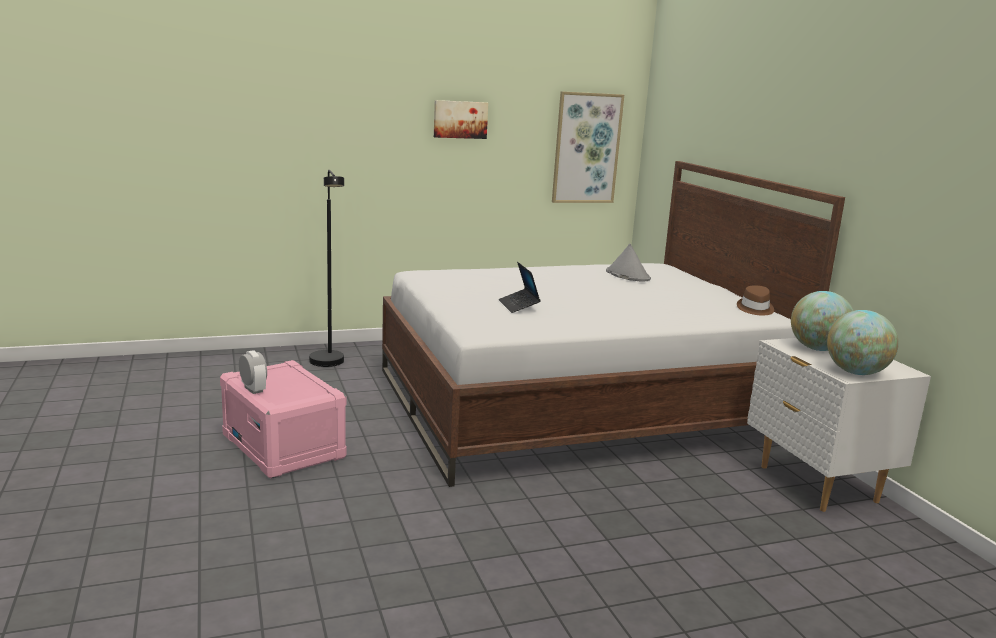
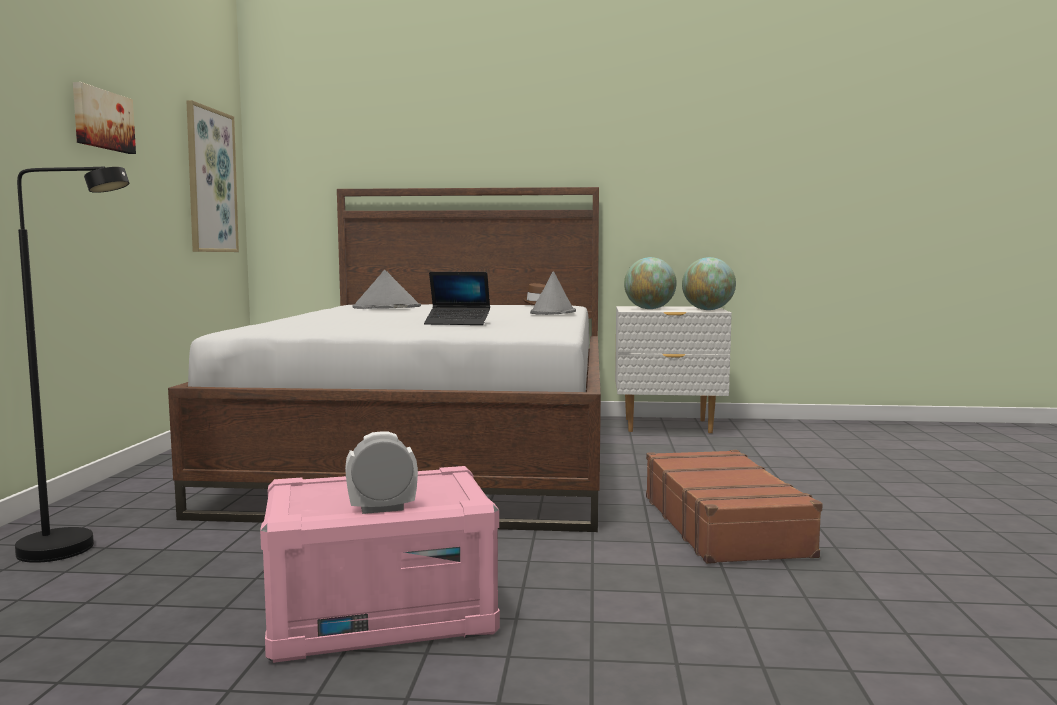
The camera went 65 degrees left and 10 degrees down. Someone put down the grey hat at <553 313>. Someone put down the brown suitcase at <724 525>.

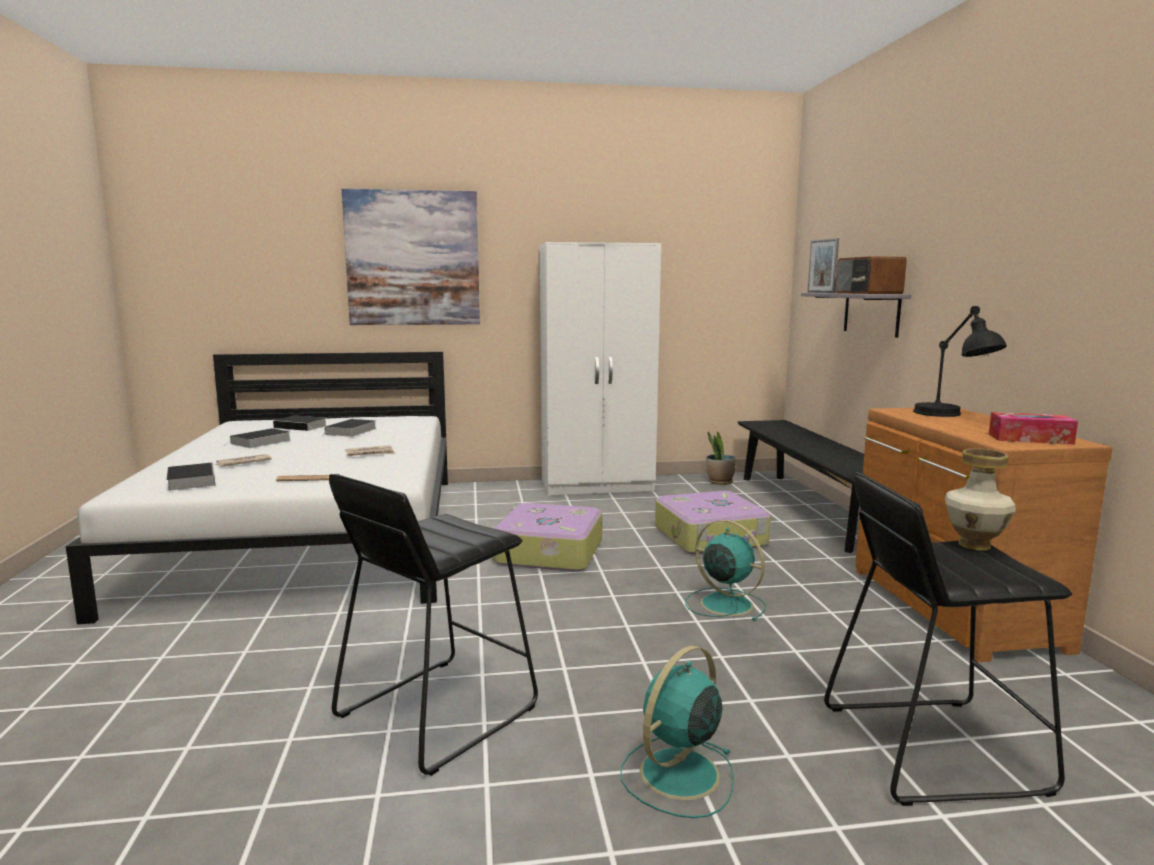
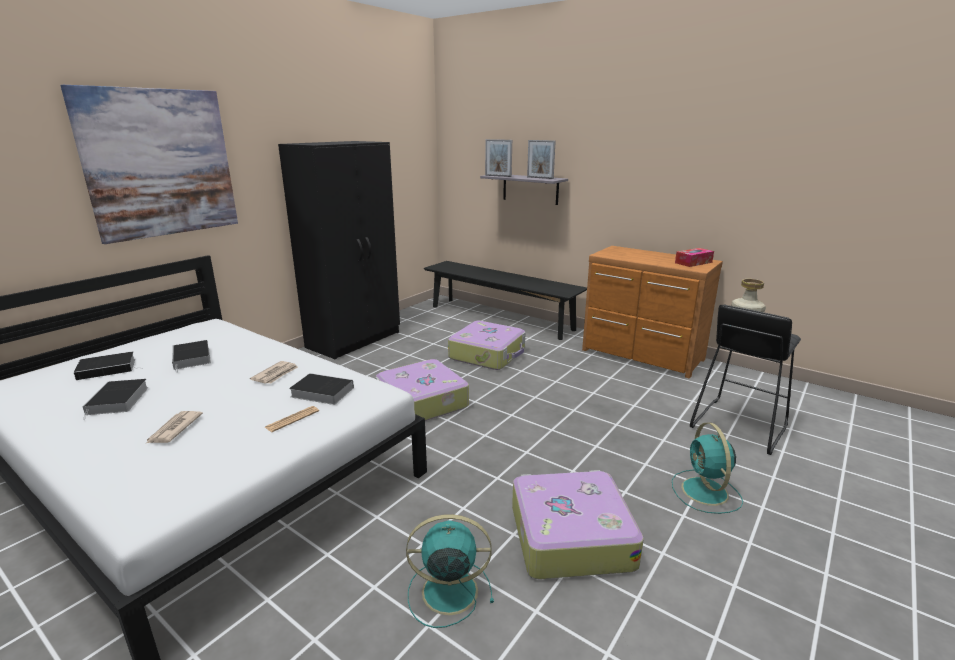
The camera went 45 degrees left and 10 degrees up. Someone took away the potted plant at <720 482>. Someone took away the black table lamp at <953 416>. Someone carried the book from <191 480> to <320 392>. Someone carried the turquoise fan from <724 603> to <447 591>. Someone swapped the black stool at <436 711> for the suitcase at <569 536>. Someone swapped the radio at <867 293> for the picture frame at <540 178>. Someone repainted the white wardrobe at <598 486>, which became the black wardrobe at <355 340>.

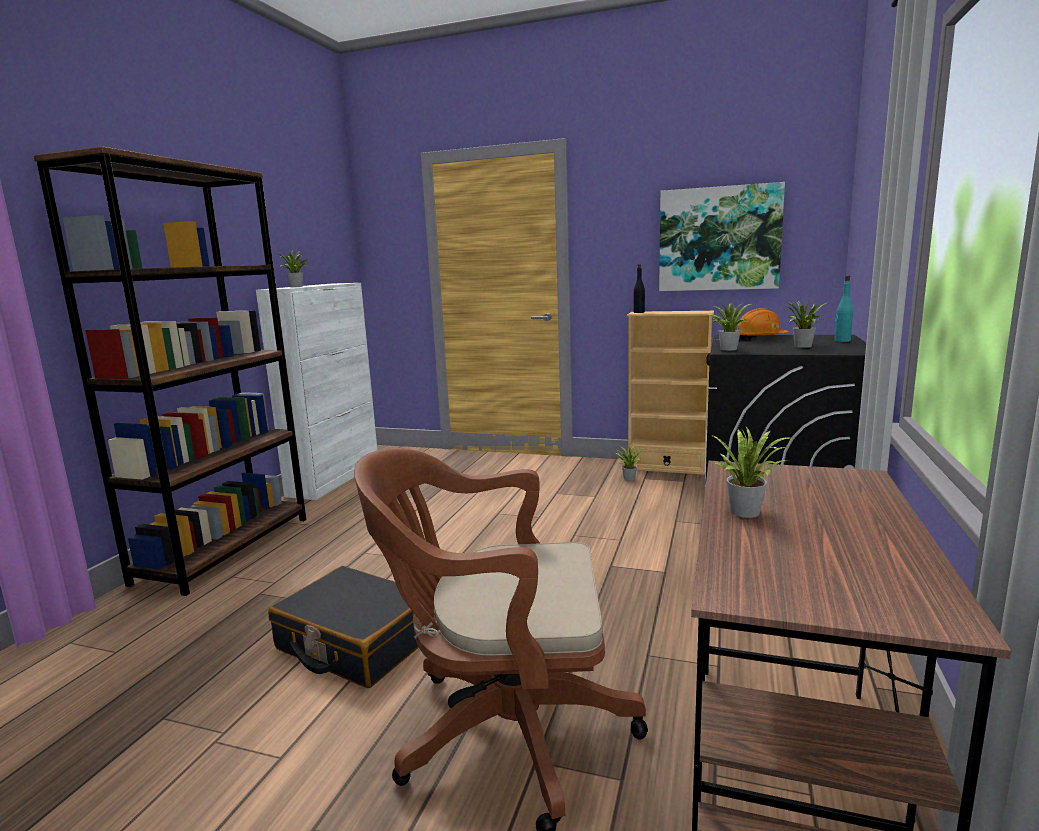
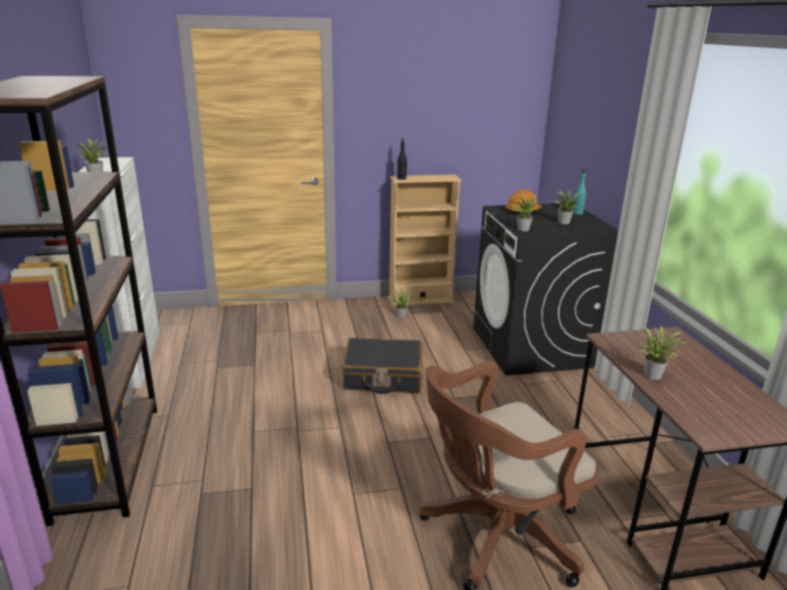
The camera went 30 degrees left and 10 degrees up. Someone took away the picture at <719 239>. Someone carried the black suitcase from <355 642> to <383 377>.

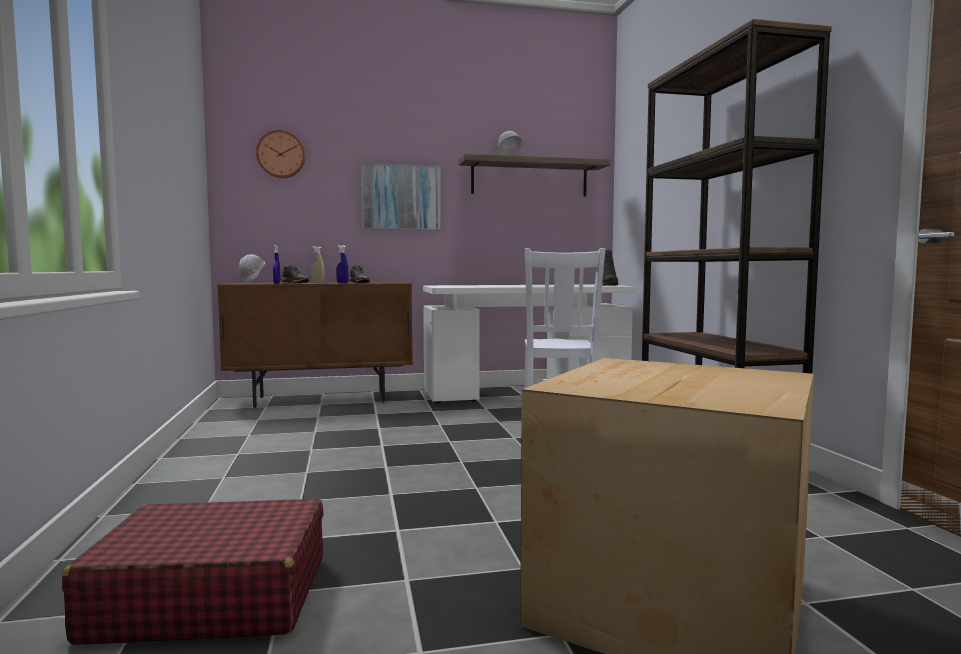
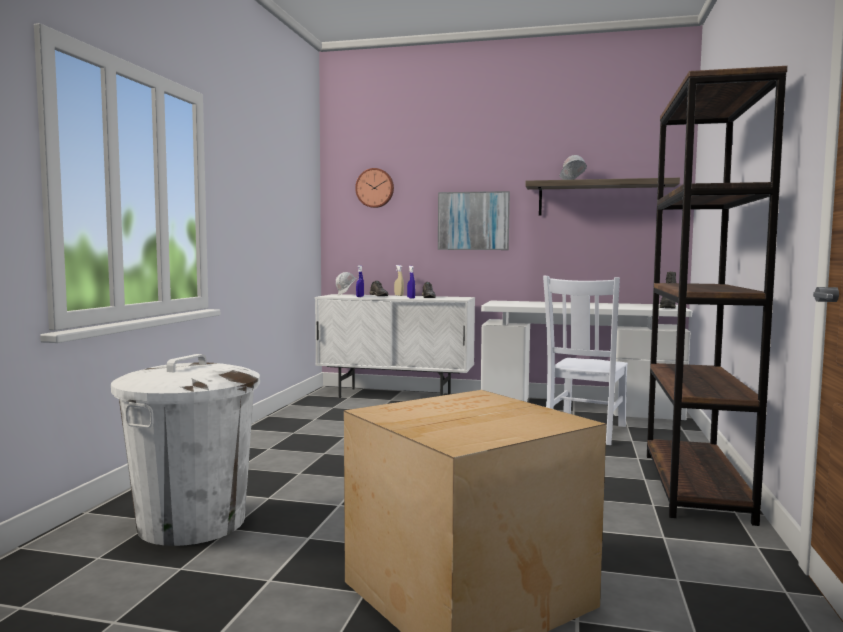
The camera went 25 degrees right and 0 degrees up. Someone swapped the red suitcase at <210 597> for the white trash can at <191 523>. Someone repainted the brown cabinet at <322 400>, which became the white cabinet at <395 396>.

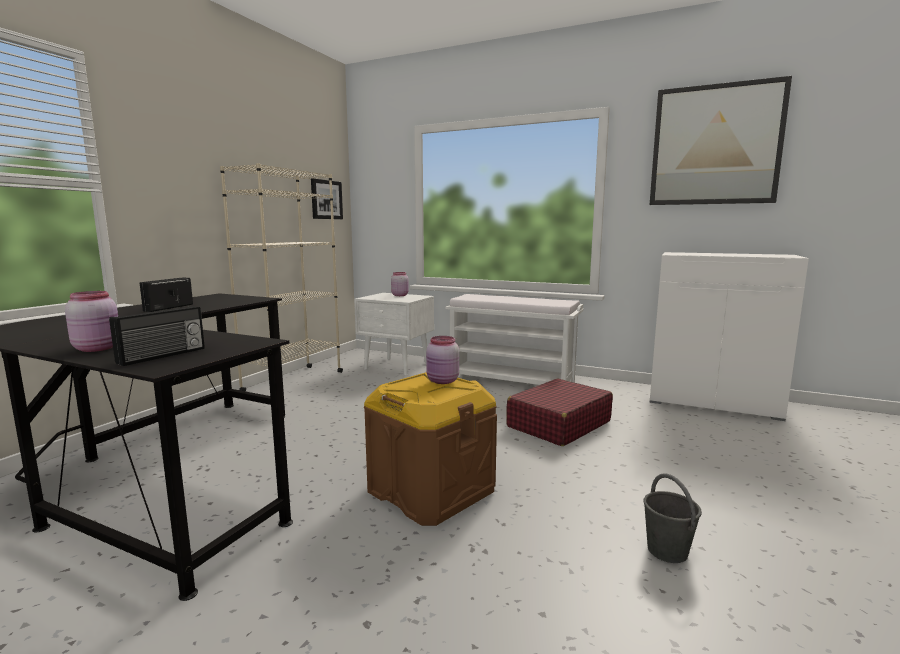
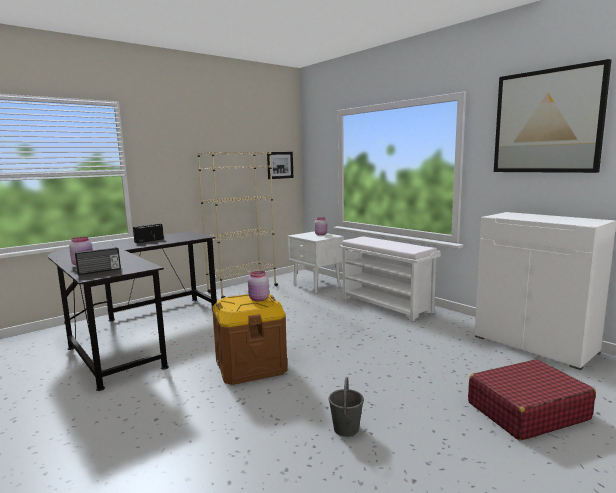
The camera went 25 degrees right and 0 degrees up. Someone carried the red suitcase from <558 424> to <526 411>.

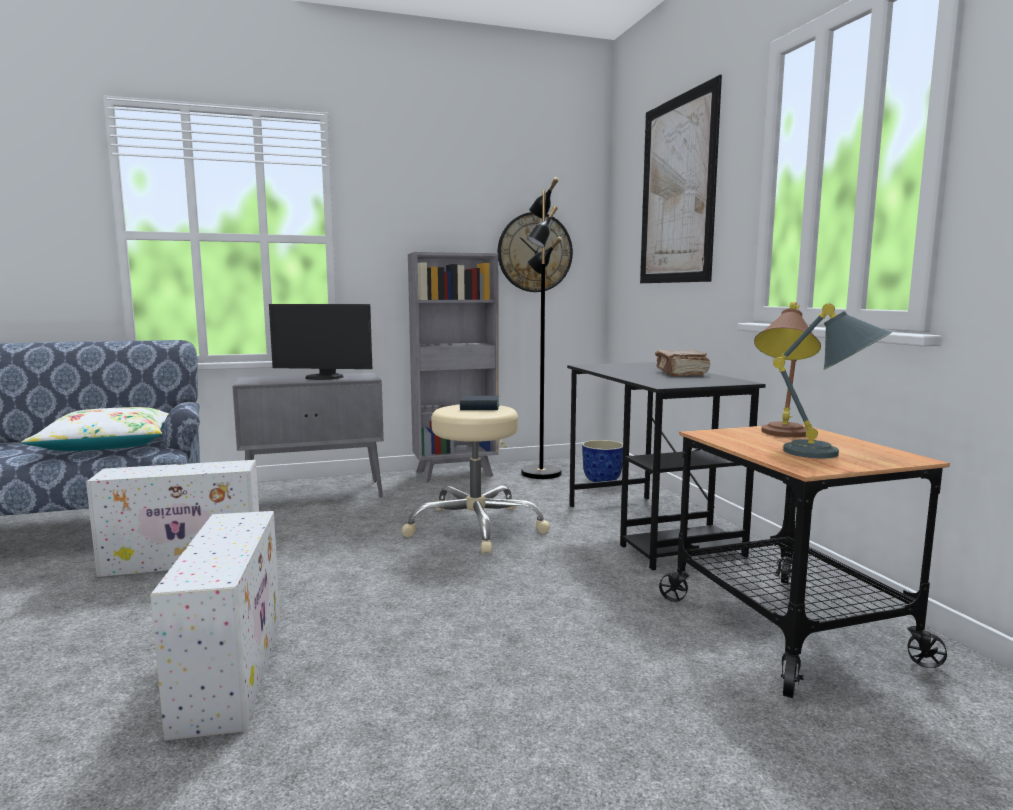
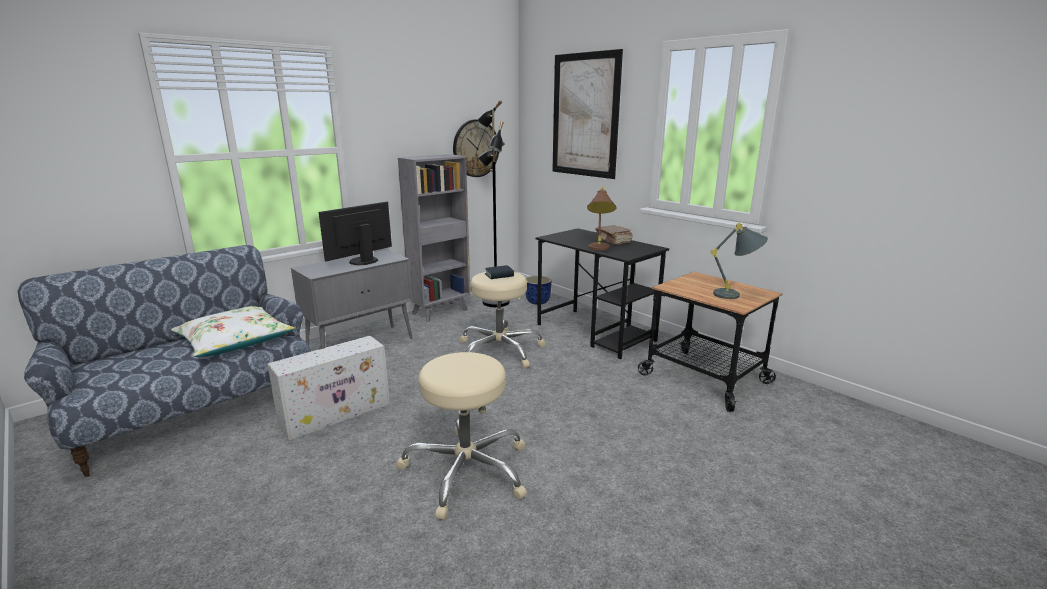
The camera went 25 degrees left and 10 degrees up. Someone carried the brown table lamp from <781 435> to <598 249>. Someone swapped the white storage box at <231 669> for the beige stool at <467 471>. Someone rotated the monitor at <323 378> by 150 degrees clockwise.

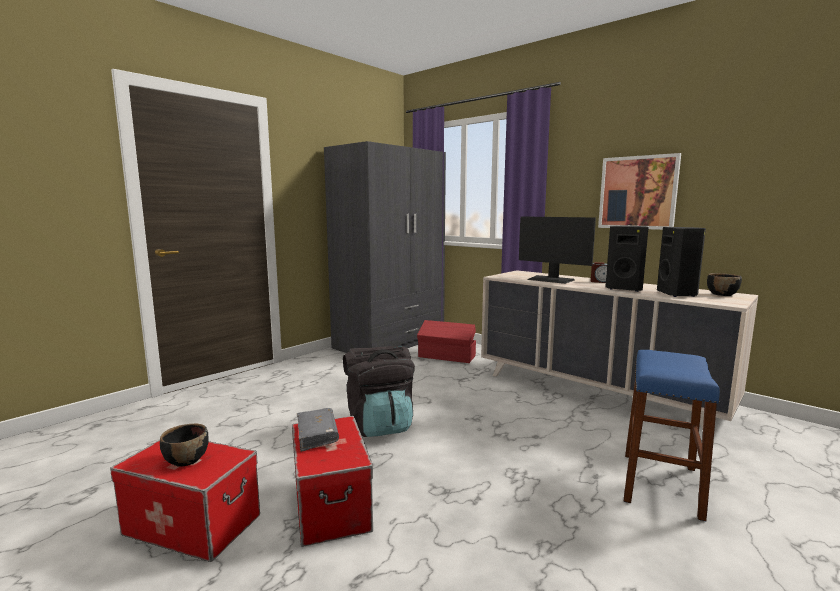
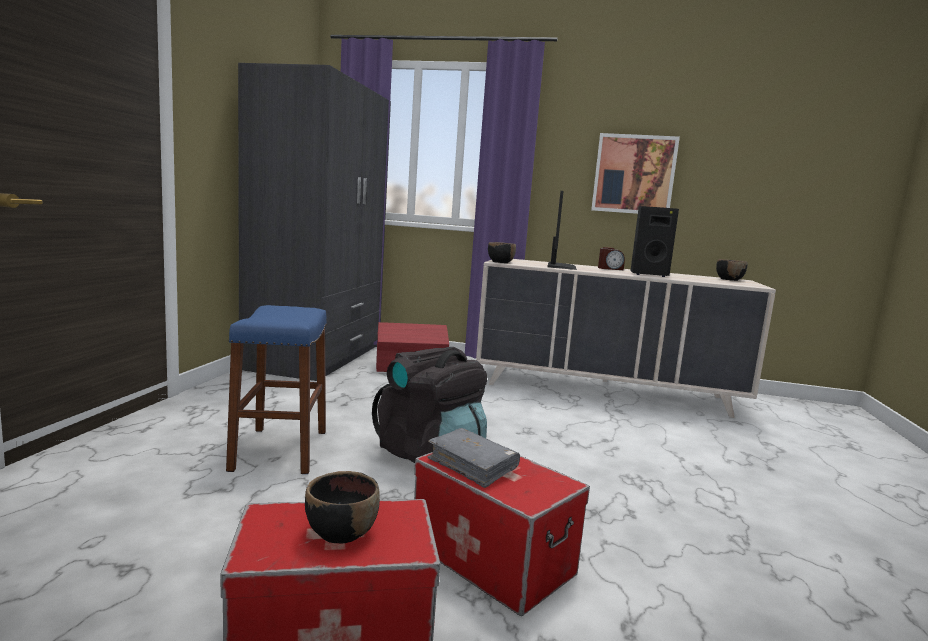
The camera went 30 degrees left and 0 degrees up. Someone took away the black speaker at <678 294>. Someone put down the black bowl at <500 262>. Someone carried the blue stool from <660 484> to <280 450>. Someone rotated the monitor at <551 279> by 90 degrees counterclockwise.

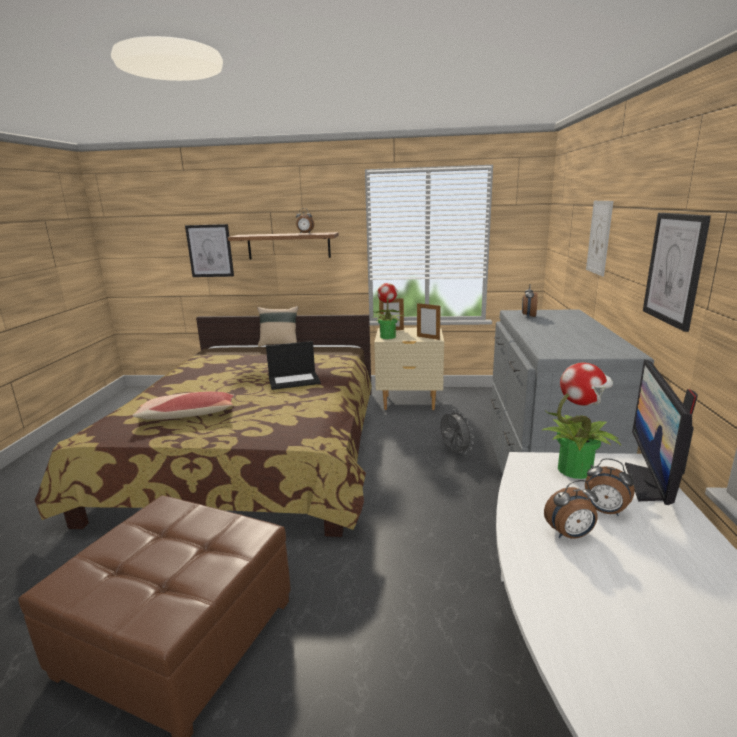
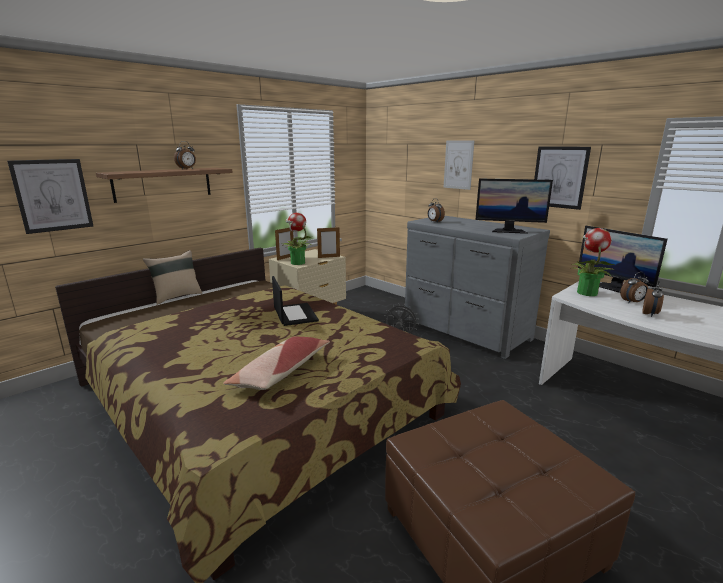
The camera went 50 degrees left and 0 degrees up. Someone put down the monitor at <509 231>. Someone rotated the laptop at <294 380> by 45 degrees counterclockwise.

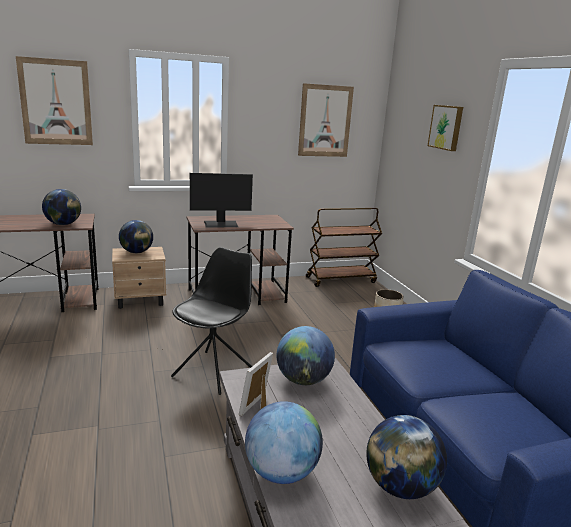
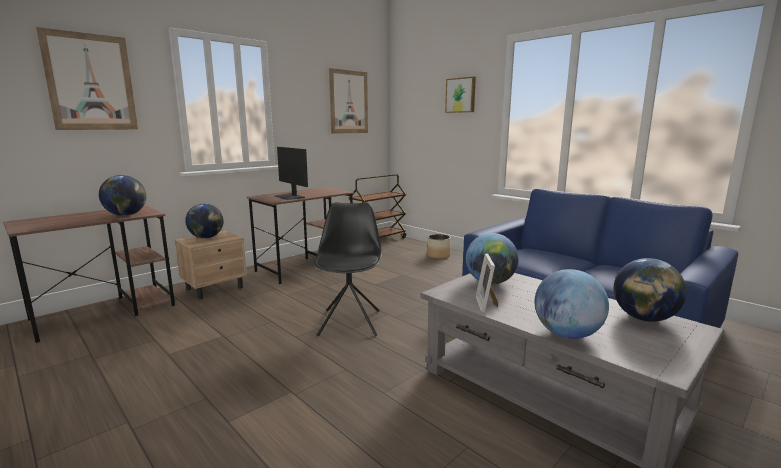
The camera went 25 degrees left and 5 degrees down. Someone rotated the monitor at <221 224> by 90 degrees clockwise.

